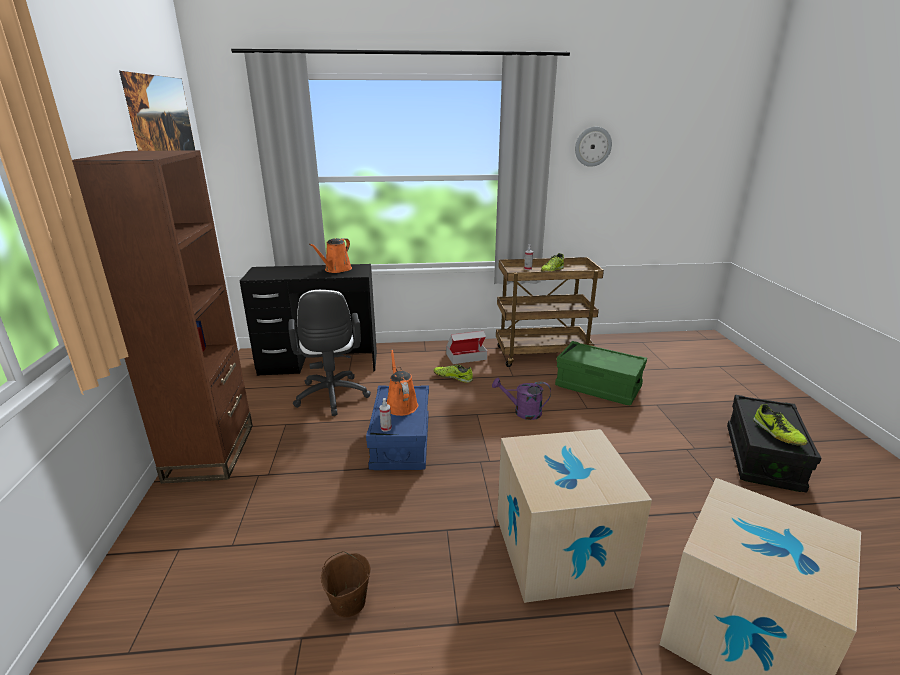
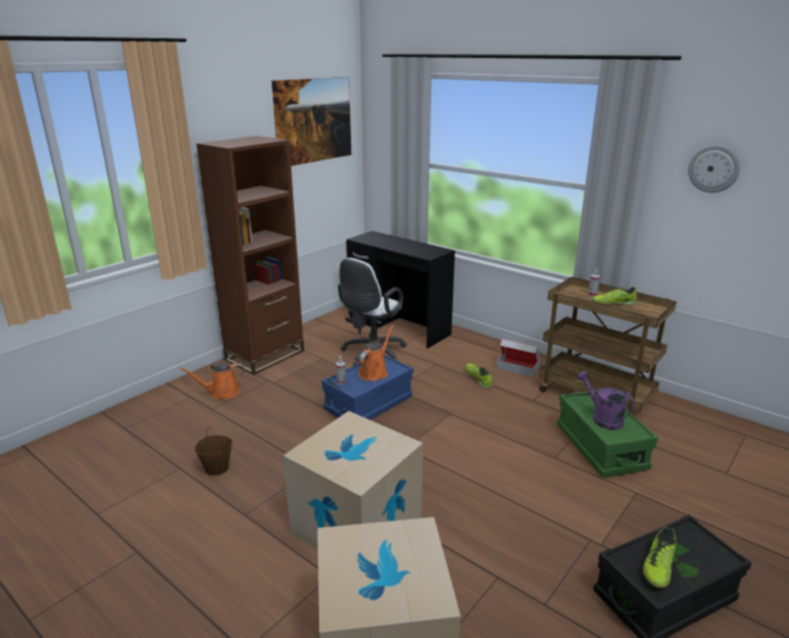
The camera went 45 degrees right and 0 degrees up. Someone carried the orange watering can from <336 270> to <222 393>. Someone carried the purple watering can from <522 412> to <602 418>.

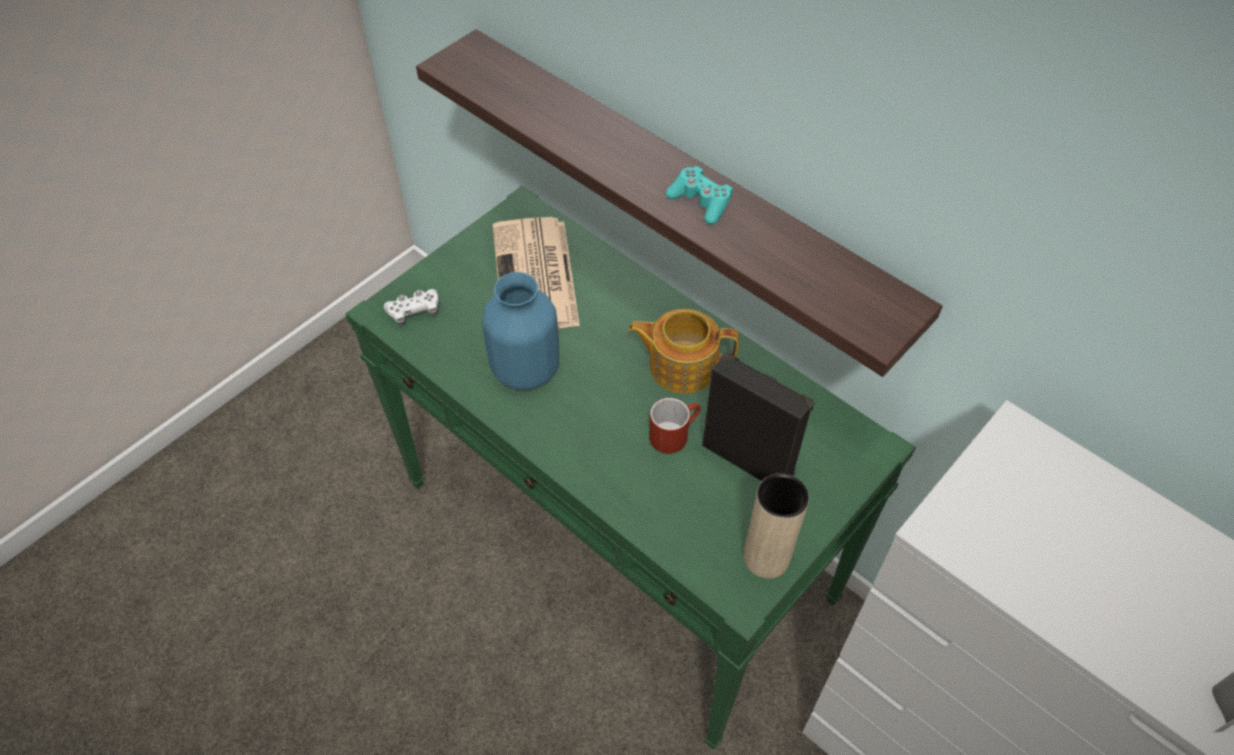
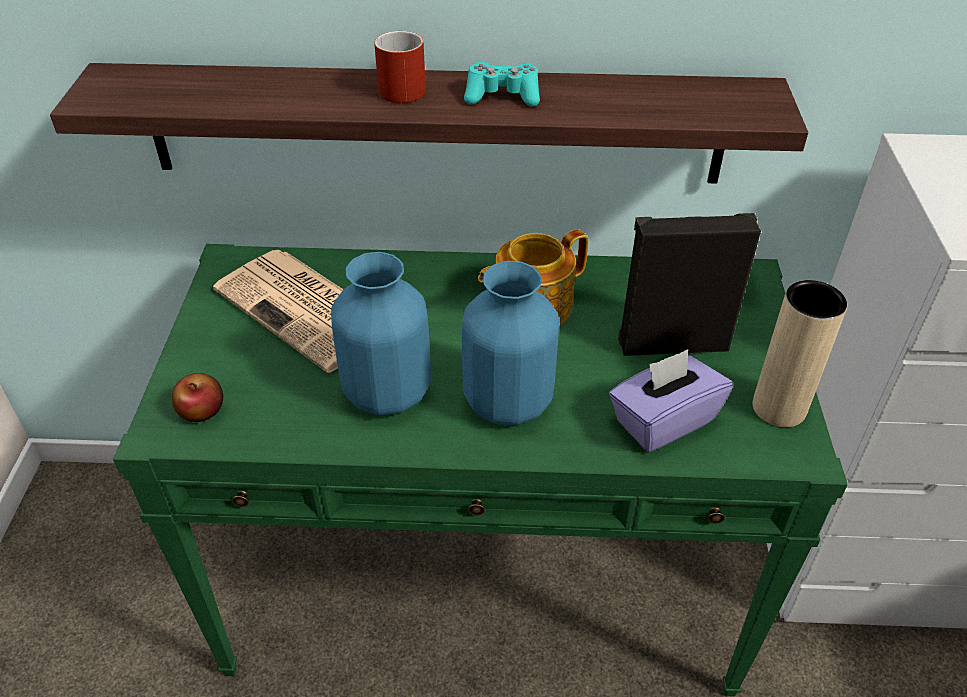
The camera went 40 degrees left and 10 degrees down. Someone put down the blue vase at <509 402>. Someone put down the purple tissue box at <663 420>. Someone carried the red mug from <674 433> to <404 87>. Someone swapped the white game controller at <414 312> for the apple at <202 410>.

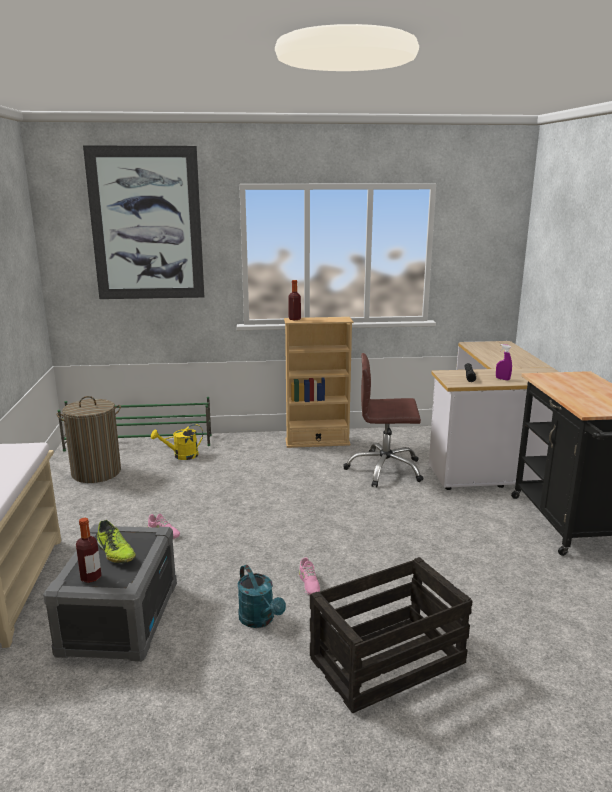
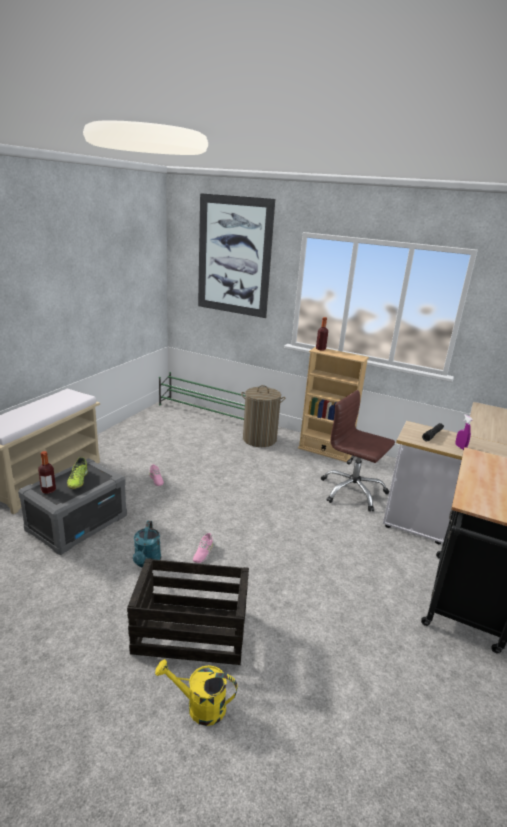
The camera went 30 degrees right and 5 degrees up. Someone carried the laundry basket from <96 472> to <259 439>. Someone carried the yellow watering can from <181 456> to <199 706>.

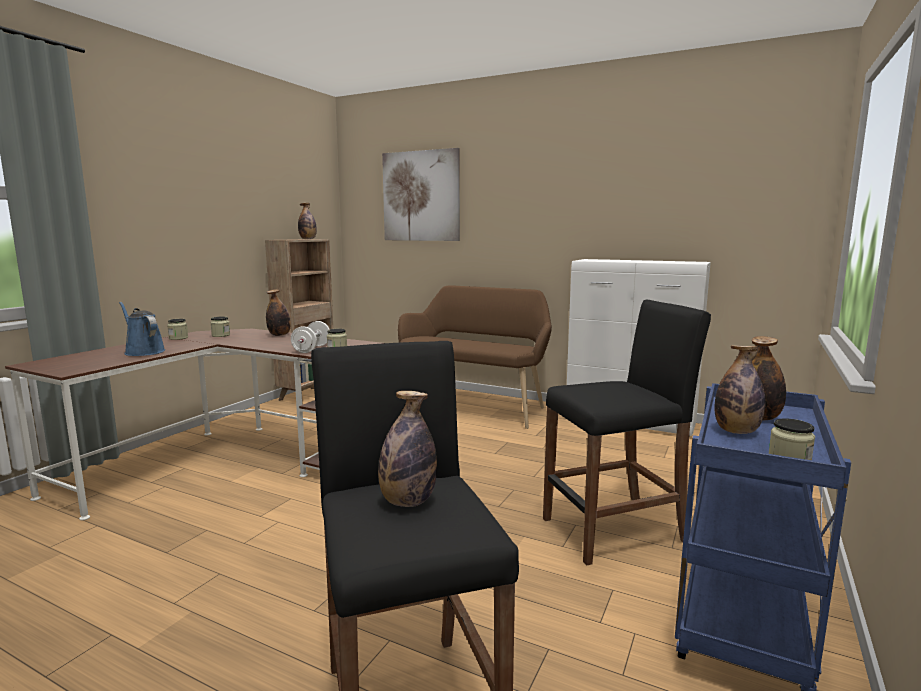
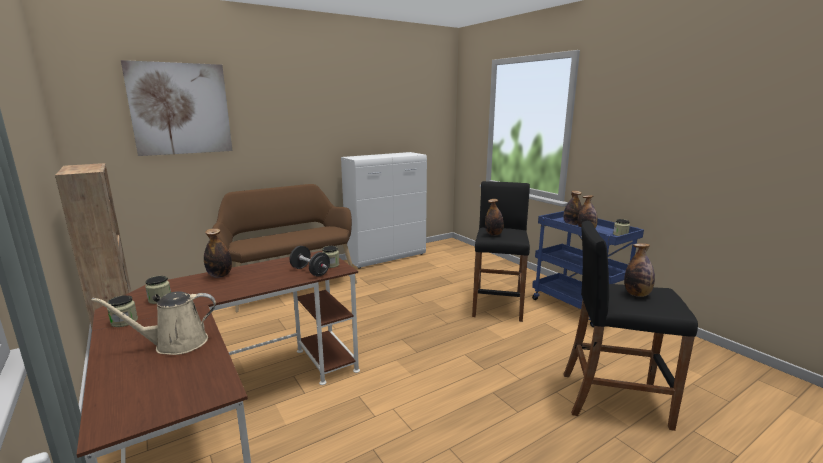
The camera went 60 degrees left and 5 degrees up. Someone carried the bottle from <308 239> to <493 234>. Someone repainted the blue watering can at <143 352>, which became the beige watering can at <175 344>. Someone repainted the white dumbbell at <311 349>, which became the black dumbbell at <310 271>.

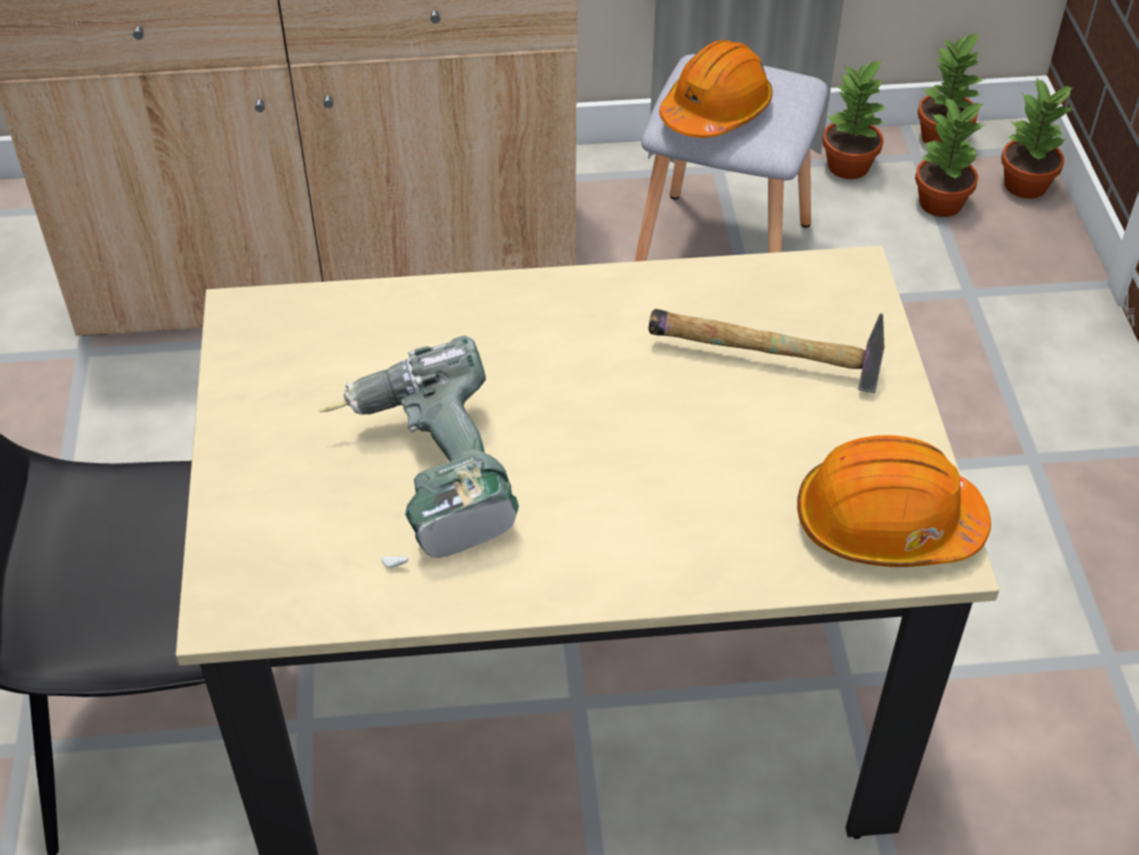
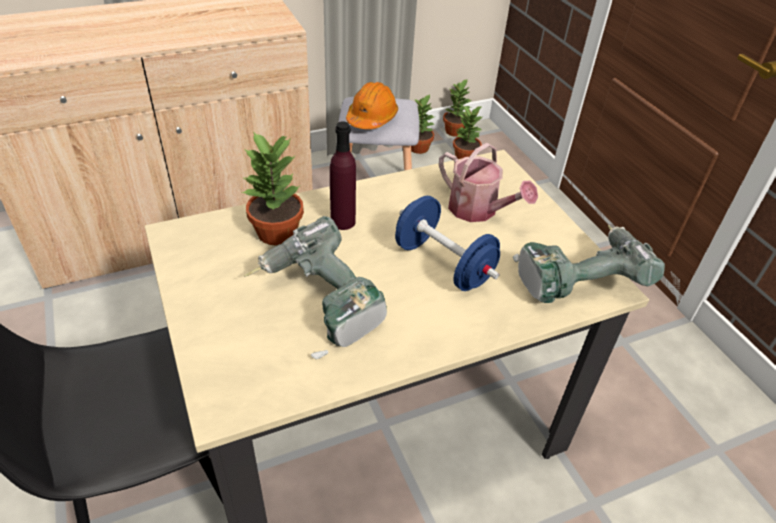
The camera went 20 degrees left and 5 degrees down. Someone put down the purple bottle at <343 221>. Someone put down the blue dumbbell at <443 264>. Someone carried the potted plant from <1026 186> to <277 233>. Someone swapped the hammer at <770 362> for the watering can at <478 210>. Someone swapped the orange hard hat at <886 524> for the power drill at <577 278>.

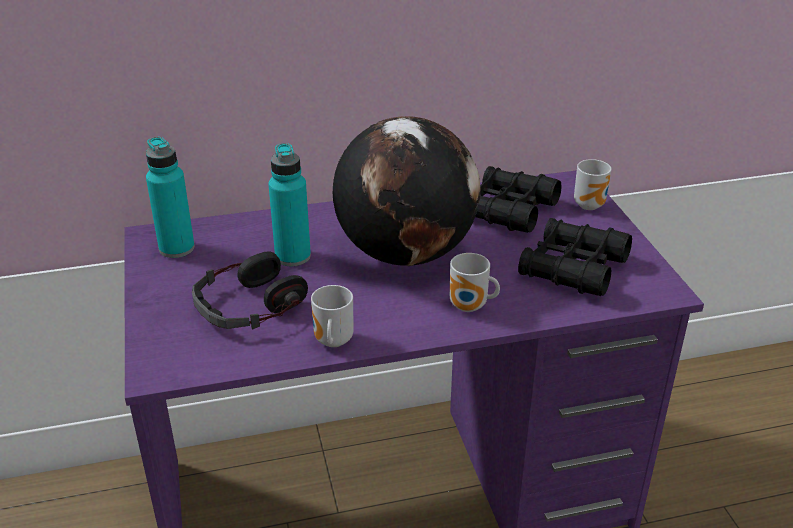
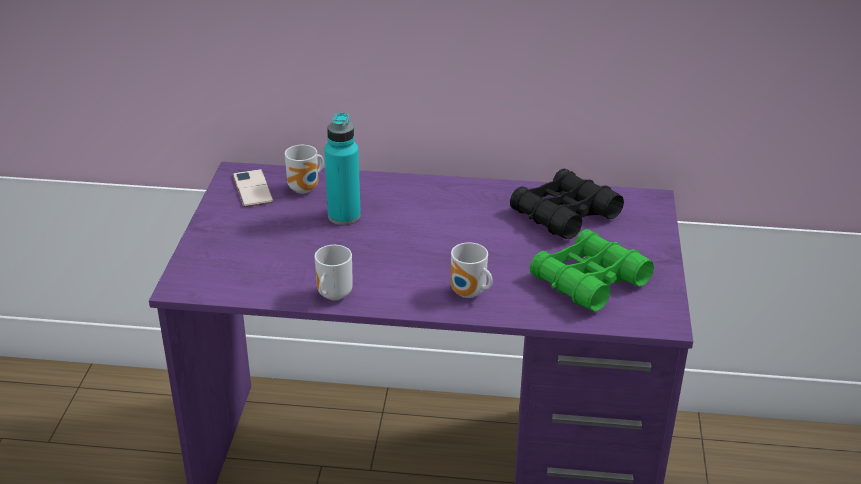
The camera went 20 degrees right and 0 degrees up. Someone took away the headphones at <249 306>. Someone took away the globe at <405 253>. Someone carried the mug from <591 205> to <306 189>. Someone swapped the turquoise bottle at <177 248> for the phone at <252 188>. Someone repainted the black binoculars at <573 268>, which became the green binoculars at <589 281>.

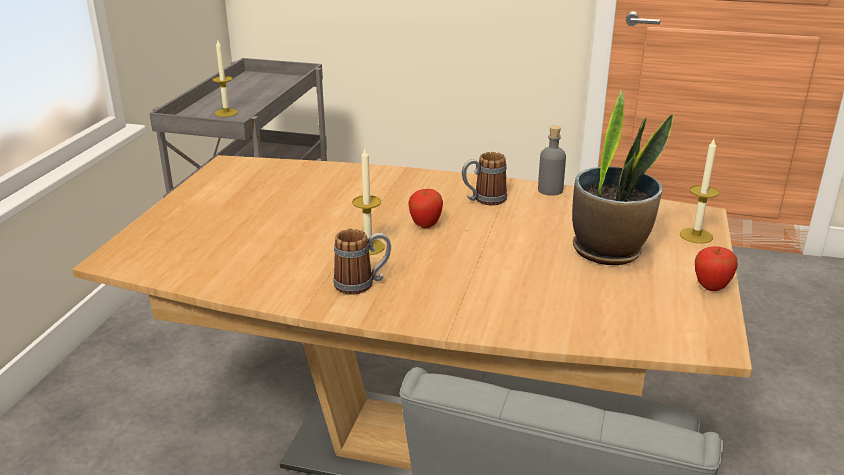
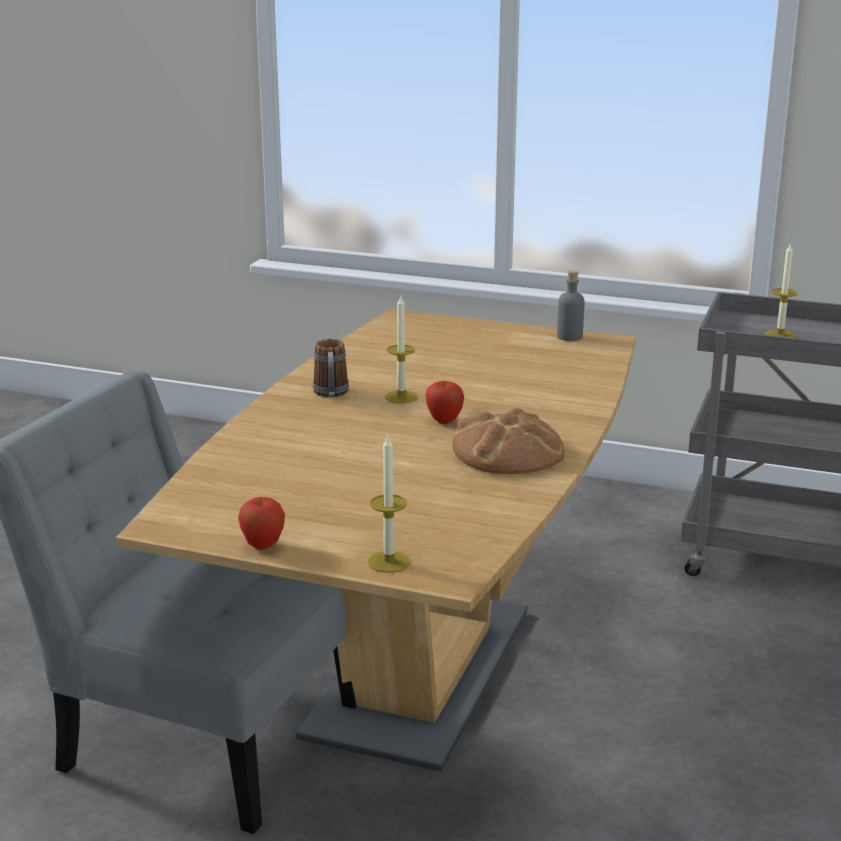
The camera went 95 degrees right and 5 degrees down. Someone took away the potted plant at <608 250>. Someone carried the grey bottle from <550 190> to <569 337>. Someone swapped the mug at <483 200> for the bread at <507 451>.

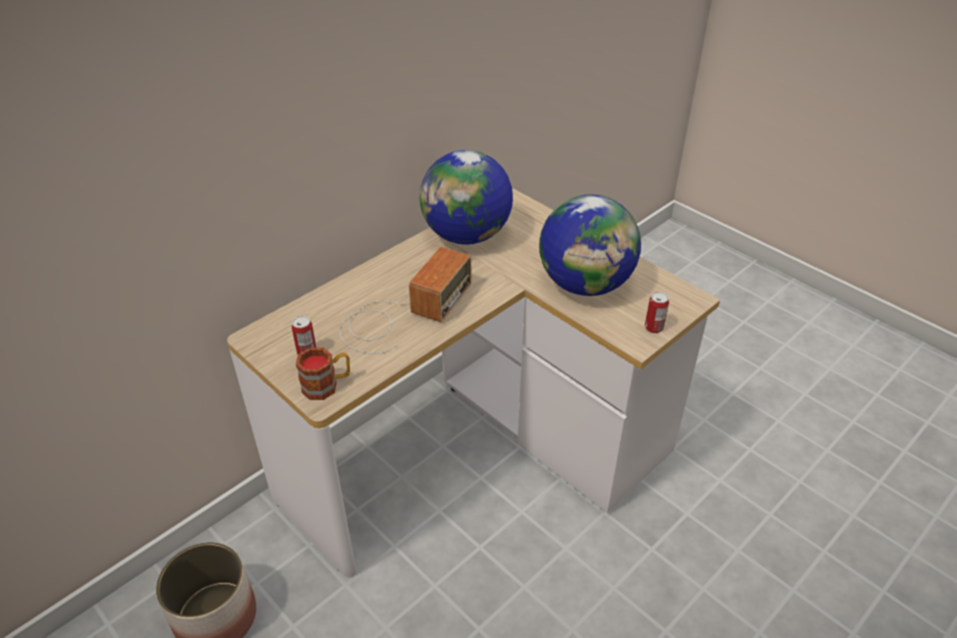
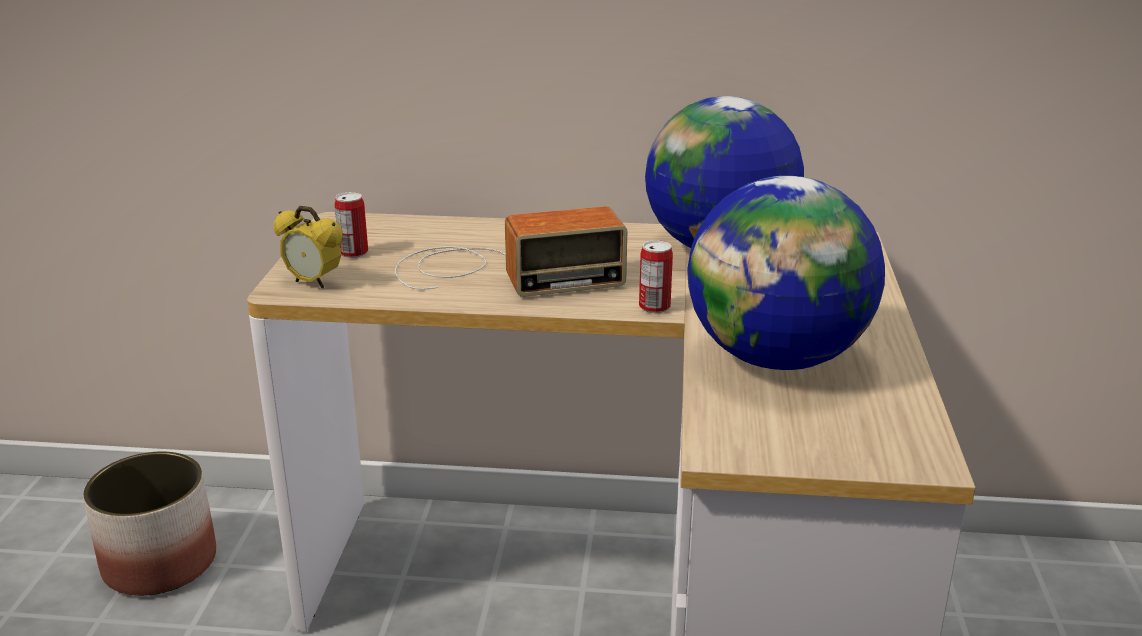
The camera went 50 degrees right and 15 degrees down. Someone carried the can from <653 327> to <654 307>. Someone swapped the mug at <327 385> for the alarm clock at <313 283>.

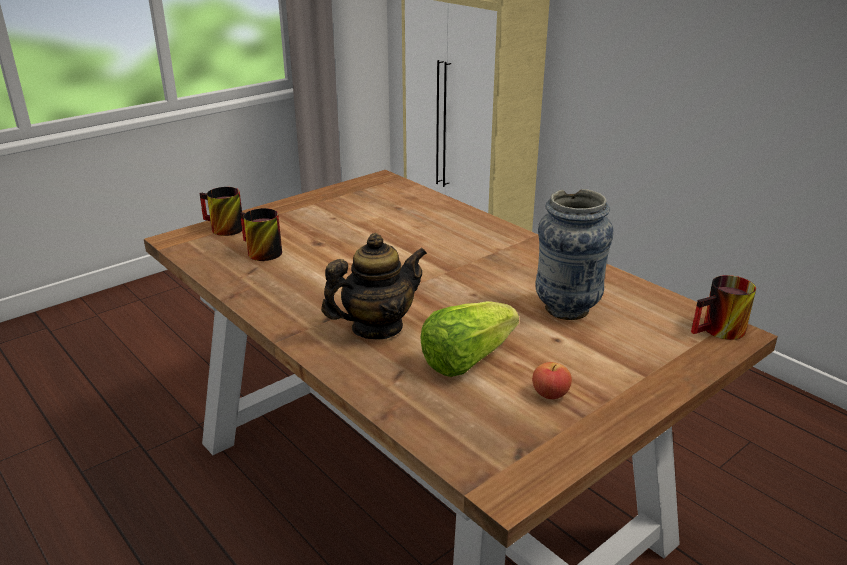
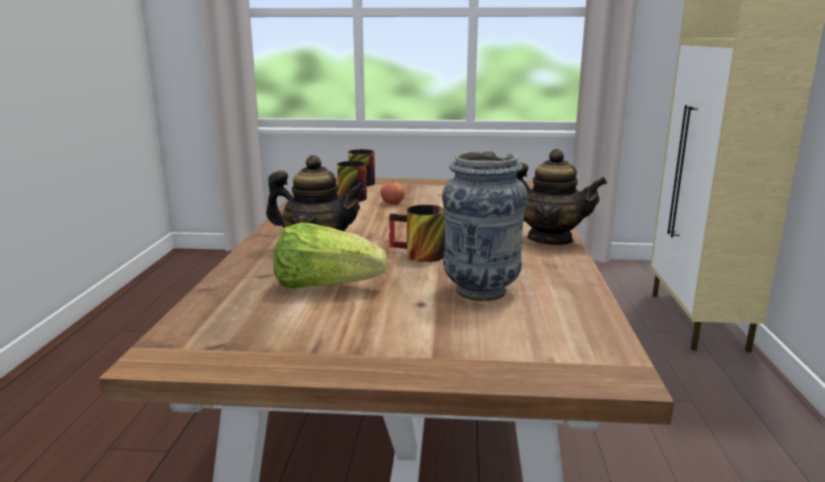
The camera went 45 degrees right and 10 degrees down. Someone put down the teapot at <549 239>. Someone carried the apple from <550 394> to <392 203>. Someone carried the mug from <720 332> to <417 255>.

